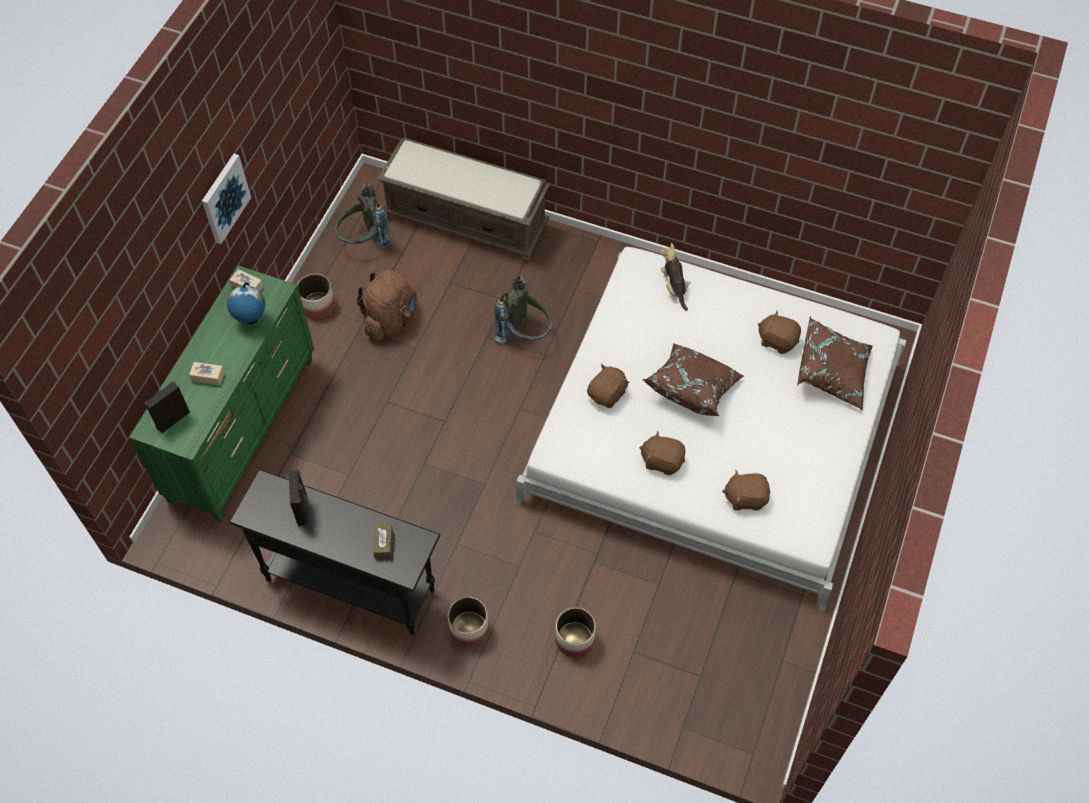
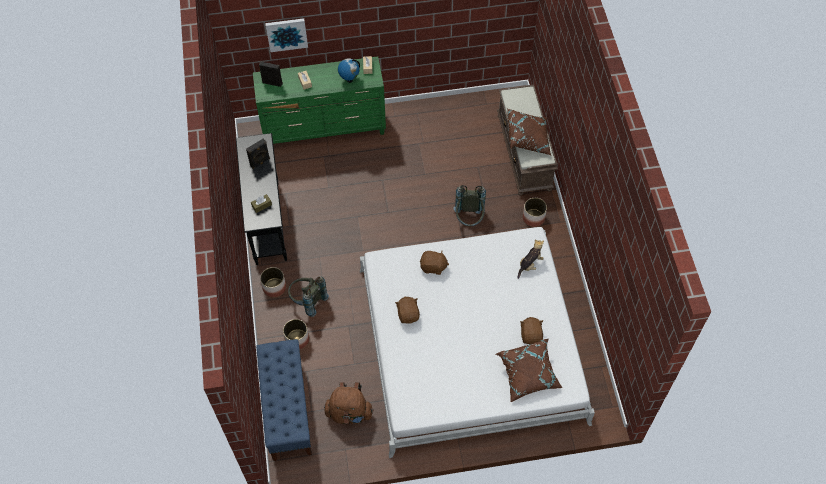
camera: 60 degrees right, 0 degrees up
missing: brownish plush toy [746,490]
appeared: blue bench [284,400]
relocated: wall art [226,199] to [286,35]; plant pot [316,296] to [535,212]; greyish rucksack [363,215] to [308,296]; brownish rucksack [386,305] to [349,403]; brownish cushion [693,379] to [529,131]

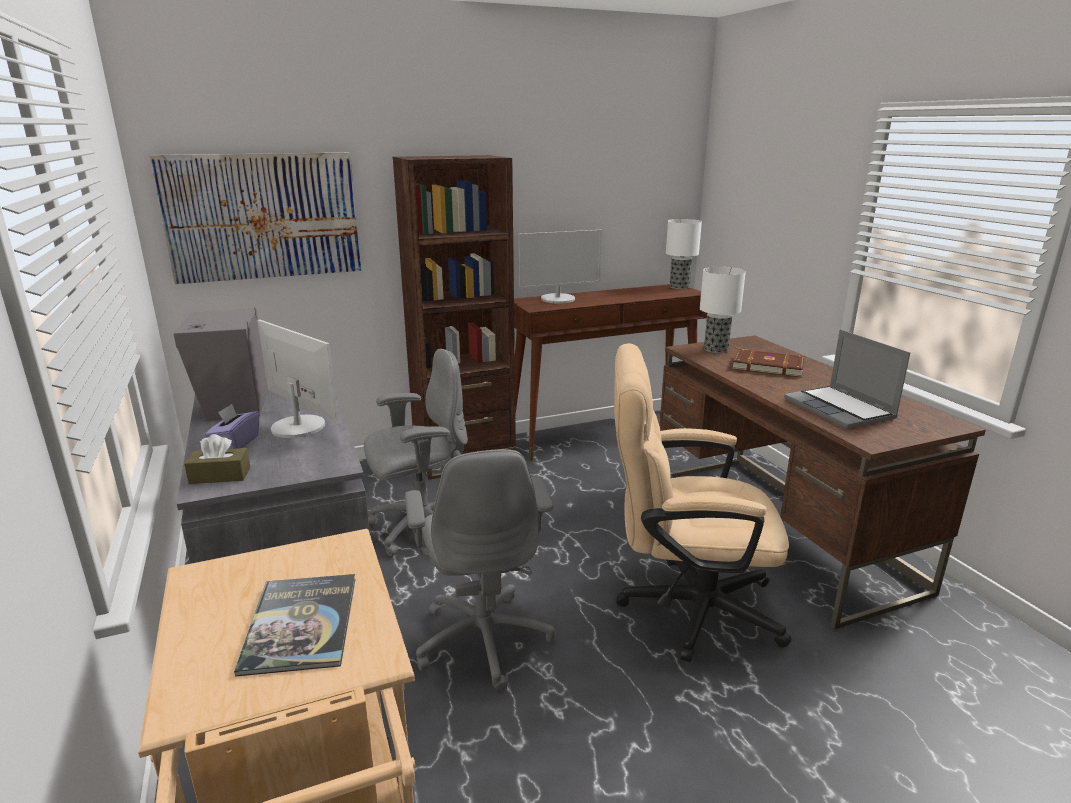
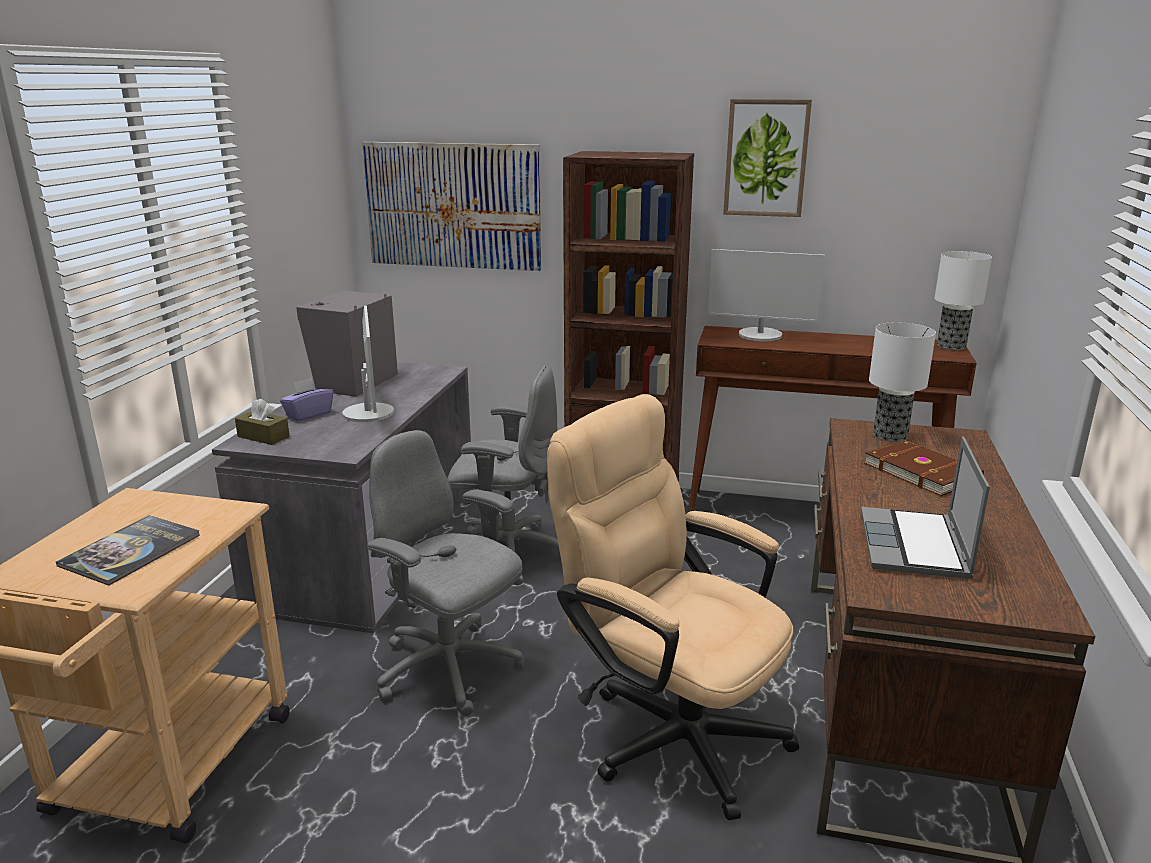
camera: 35 degrees right, 0 degrees up
appeared: wall art [767,158]
spun: greyish computer chair [480,570] = [445,573] 105 degrees clockwise

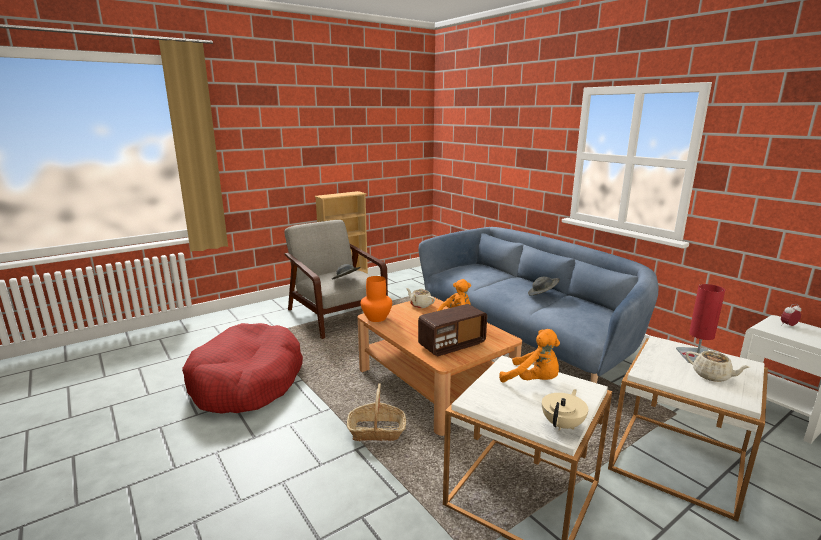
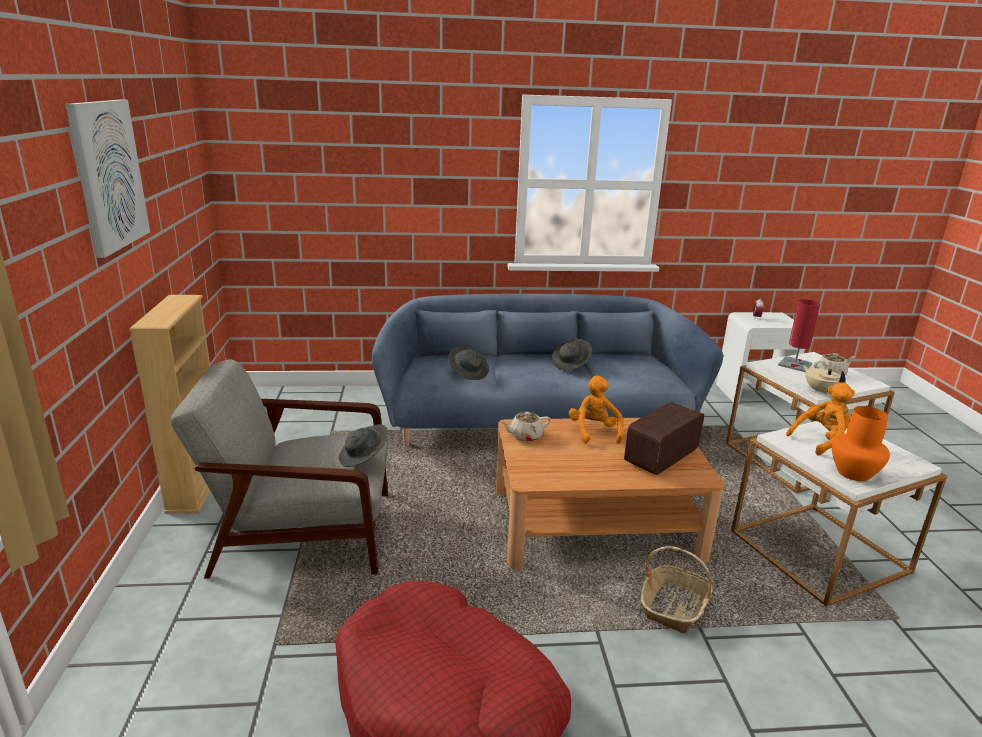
camera: 60 degrees left, 5 degrees up
appeared: wall art [107,178]; greyish wearable hat [468,363]
relocated: orange decorative vase [376,299] to [861,443]; beige pot for tea [565,410] to [824,380]
spun: radio receiver [452,330] = [664,438] 135 degrees counterclockwise

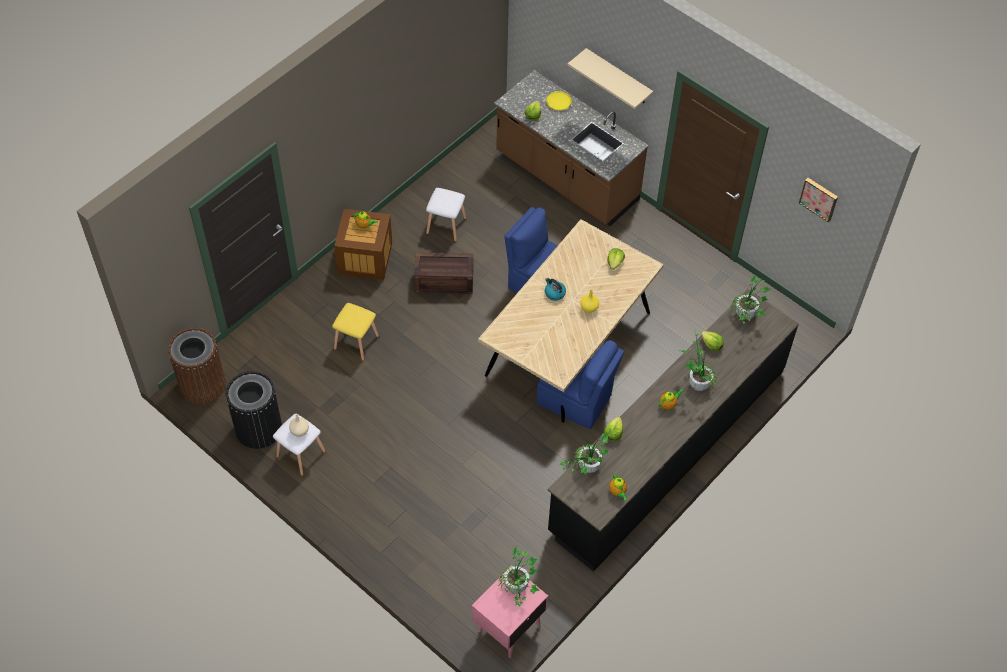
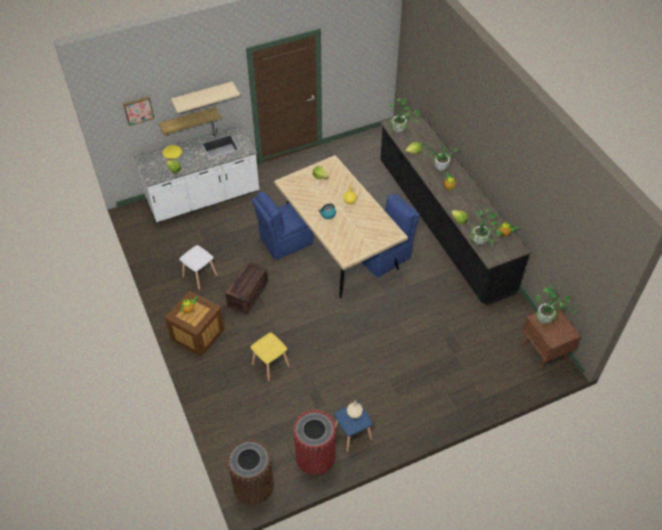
camera: 65 degrees left, 5 degrees down
appeared: shelf [189,121]
relocated: wall art [818,200] to [138,111]
colour: black-coloured trash can [254,410] to red-coloured trash can [314,442]; white stool seat [299,445] to blue stool seat [353,427]; pink-coloured bedside table [510,611] to brownish bedside table [551,338]; brownish counter [571,148] to white counter [196,172]

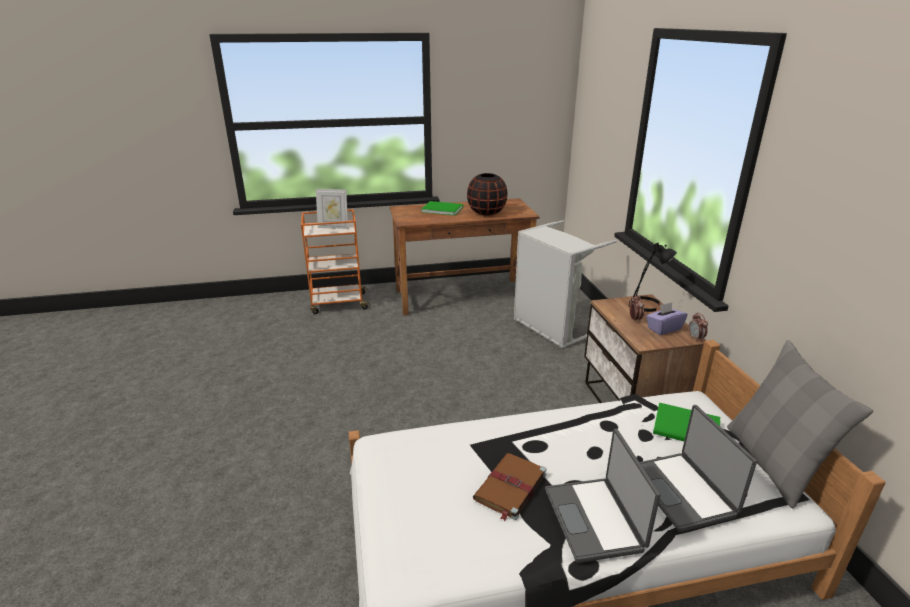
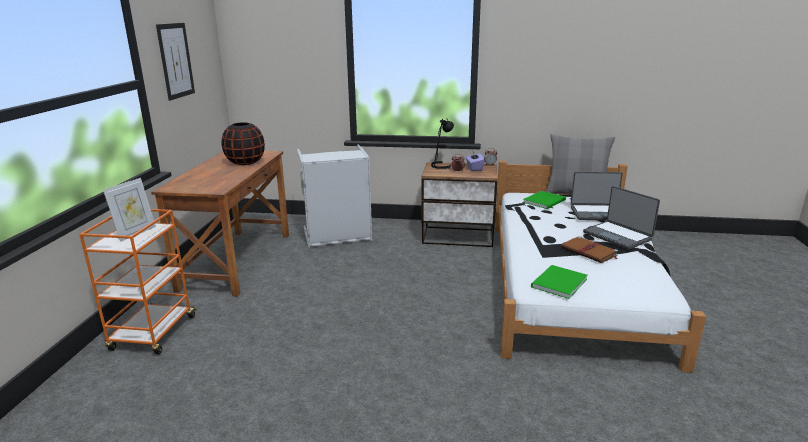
camera: 70 degrees left, 5 degrees down
appeared: wall art [175,62]
relocated: green-coloured volume [442,208] to [559,282]
spun: portable computer [602,496] = [621,218] 45 degrees clockwise

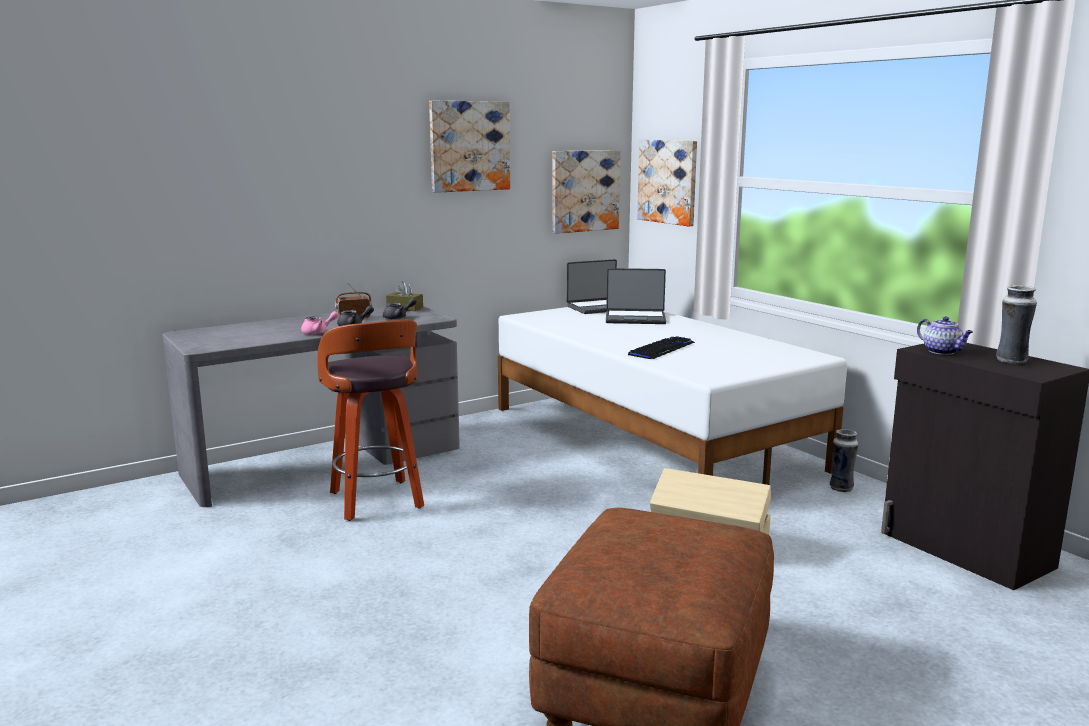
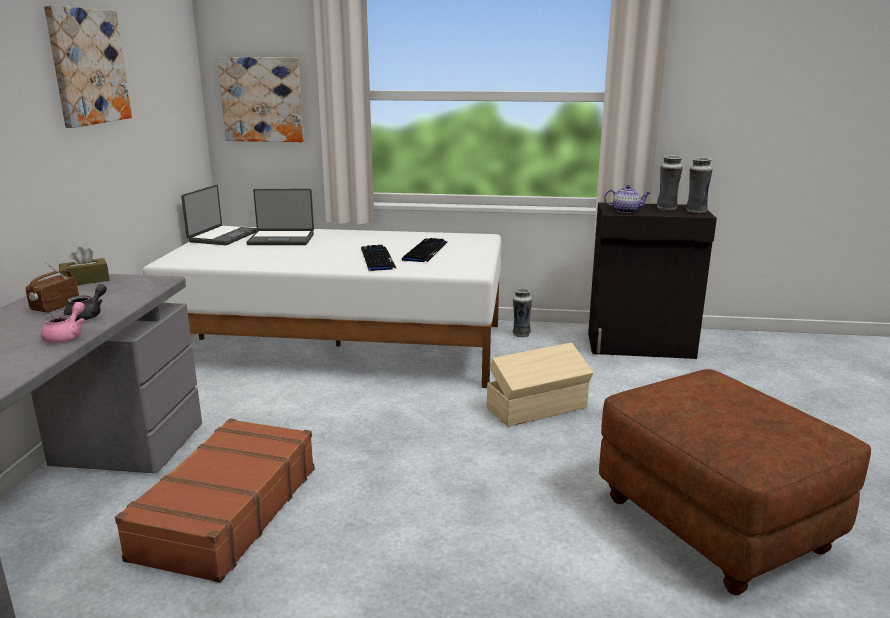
camera: 50 degrees left, 5 degrees up
missing: greyish pot for tea [400,308]; wall art [586,192]
appeared: PC keyboard [424,250]; decorative vase [699,185]
exchanged: stool seat [370,420] to brownish piece of luggage [215,500]
spun: portable computer [636,296] = [280,217] 45 degrees clockwise

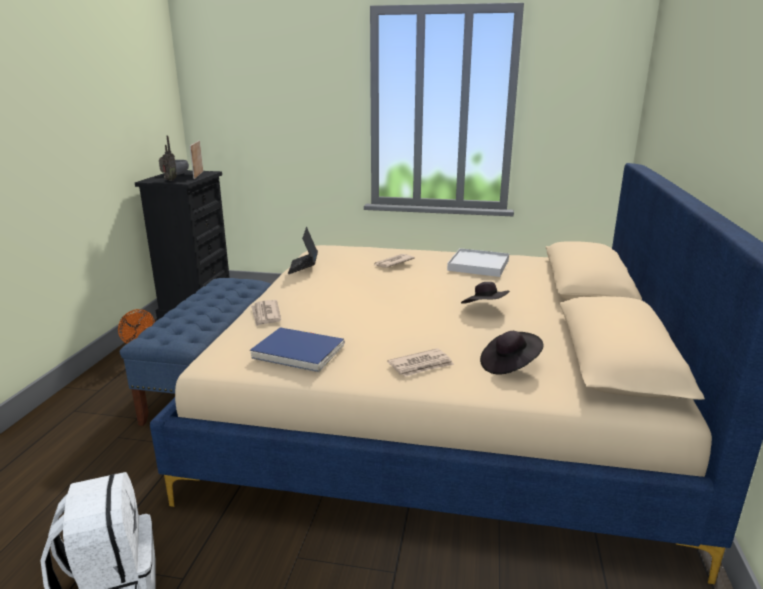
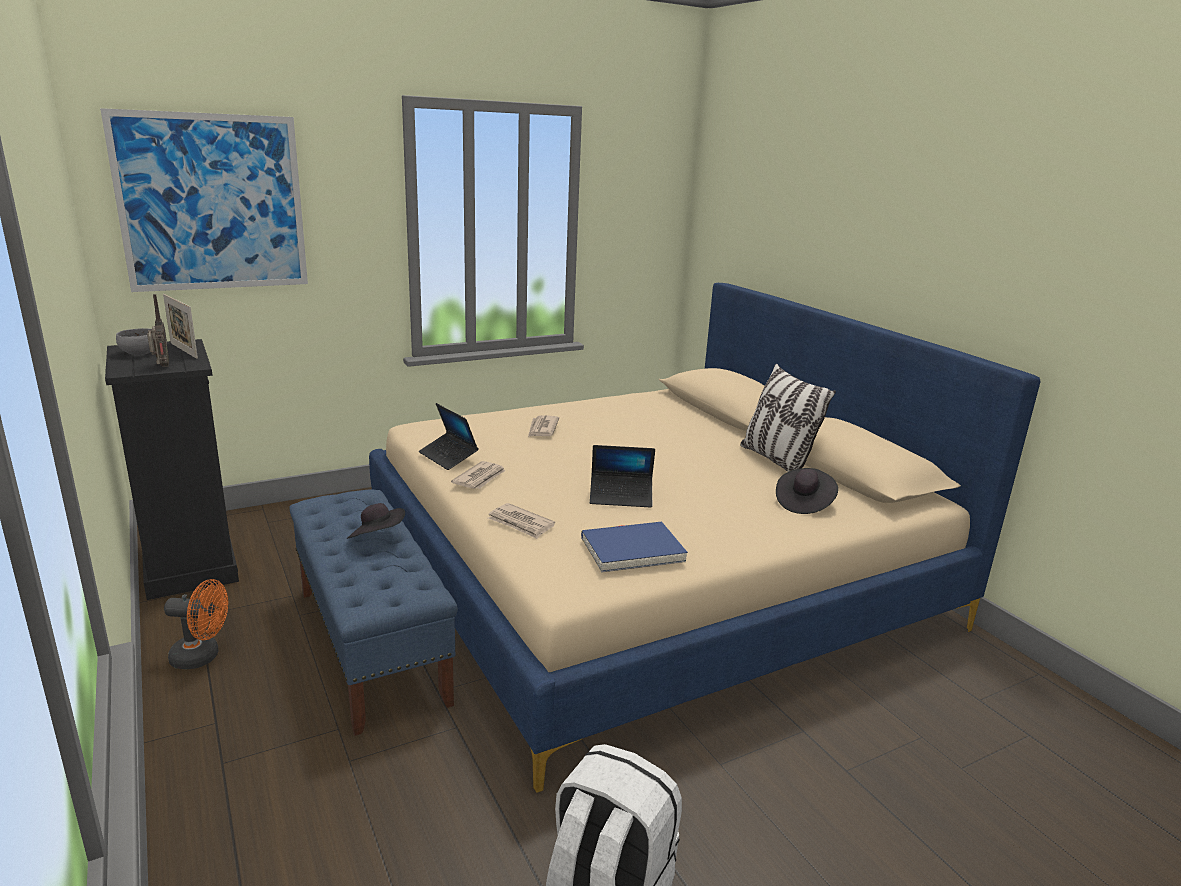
camera: 40 degrees left, 0 degrees up
missing: white serving tray [478,262]
appeared: wall art [204,200]; portable computer [622,476]; cushion [788,418]
relocated: newspaper [420,362] to [478,475]; black-coloured wearable hat [485,293] to [375,521]

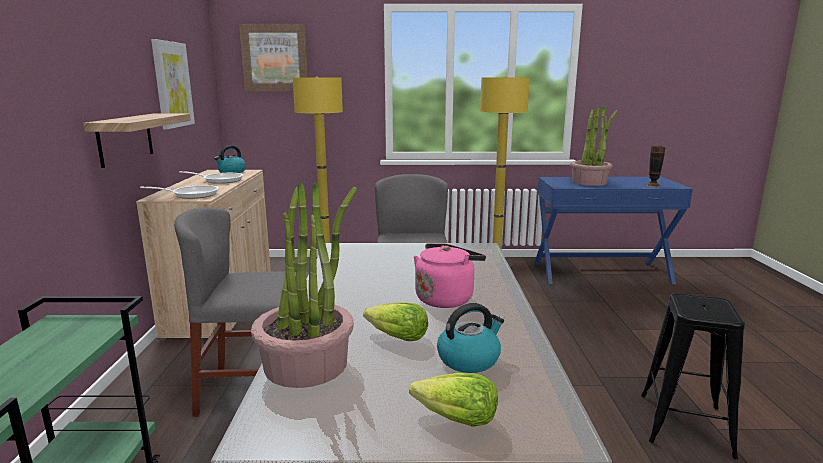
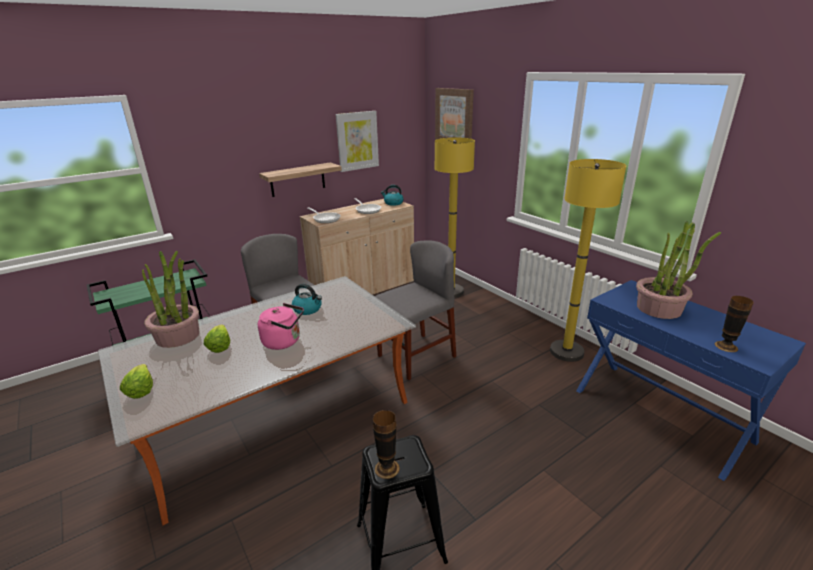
camera: 55 degrees right, 10 degrees up
appeared: decorative vase [386,444]
relocated: water kettle [470,338] to [307,299]

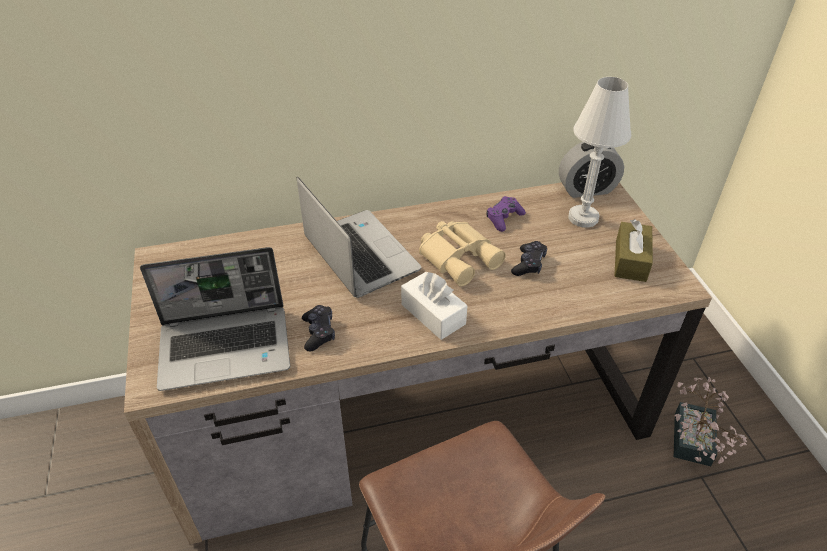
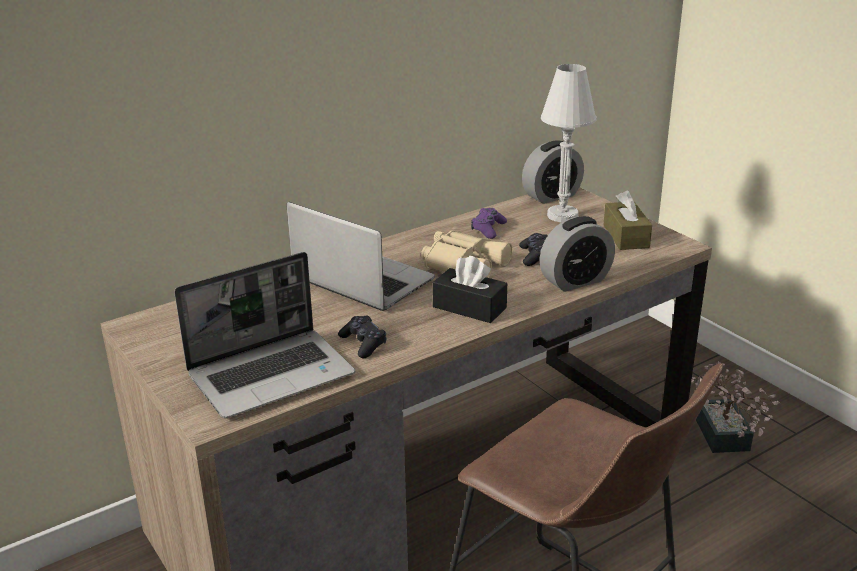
camera: 20 degrees left, 15 degrees down
appeared: alarm clock [577,254]
colour: white tissue box [434,305] to black-coloured tissue box [469,289]

